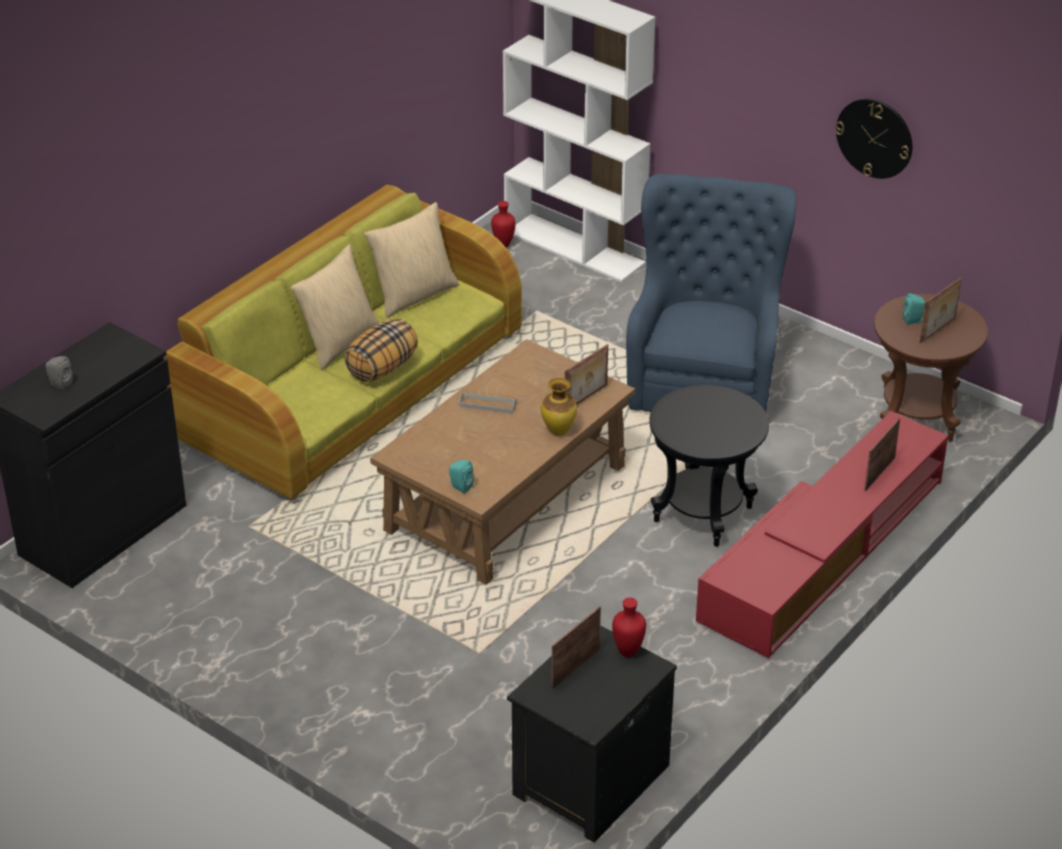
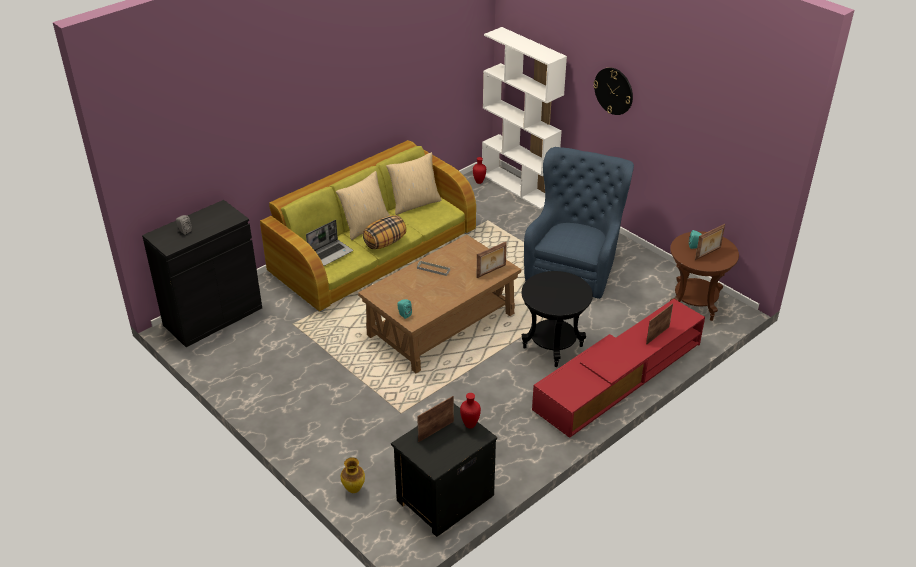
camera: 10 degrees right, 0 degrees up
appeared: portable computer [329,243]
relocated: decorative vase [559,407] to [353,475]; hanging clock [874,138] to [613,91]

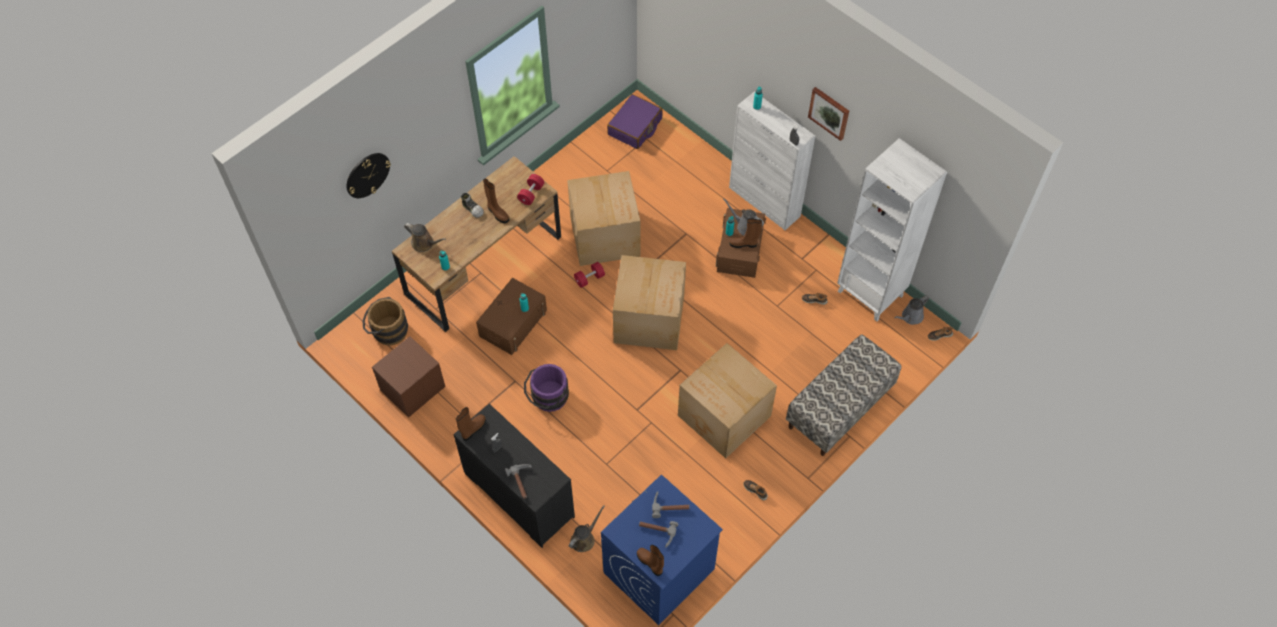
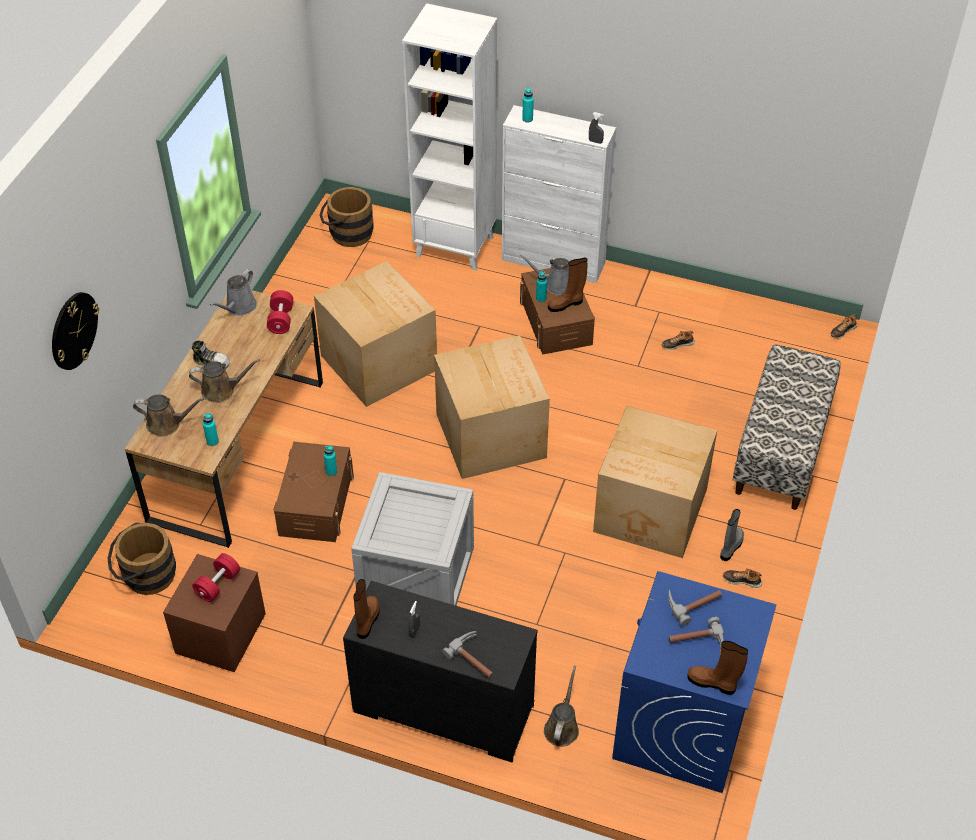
camera: 25 degrees left, 10 degrees down
missing: brownish boot [496,200]; wall art [828,114]
appeared: brownish sprinkling can [224,381]; greyish boot [732,535]
relocated: red-coloured hand weight [589,275] to [216,577]; white bookcase [892,229] to [449,137]; greyish sprinkling can [911,310] to [233,292]
exchanged: purple bucket [546,388] to shipping crate [412,539]; purple piece of luggage [635,121] to brownish bucket [347,217]

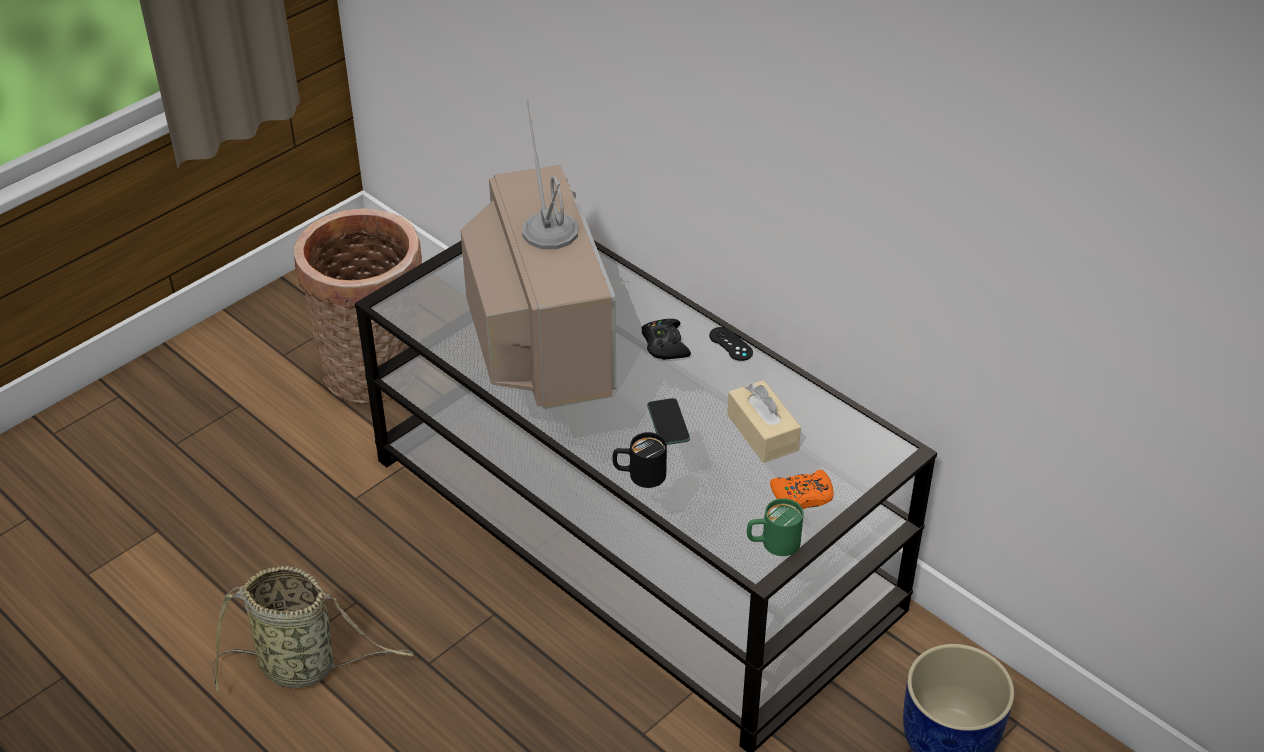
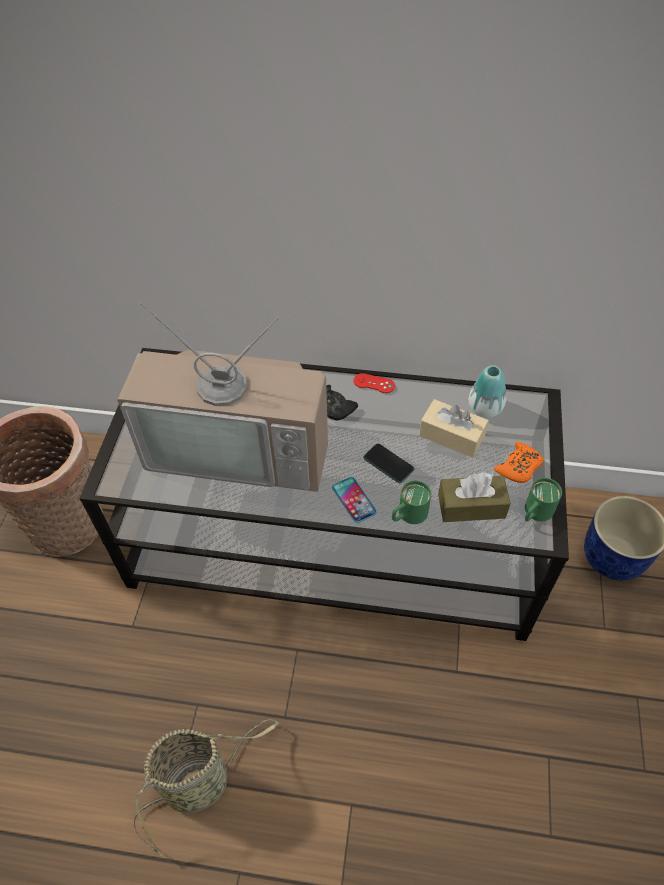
camera: 35 degrees left, 10 degrees up
appeared: phone [354,500]; brownish tissue box [474,497]; decorative vase [487,391]
colour: black-coloured tea mug [639,460] to green-coloured tea mug [411,502]; black-coloured gamepad [731,344] to red-coloured gamepad [374,383]
spun: TV [538,254] = [222,397] 150 degrees clockwise

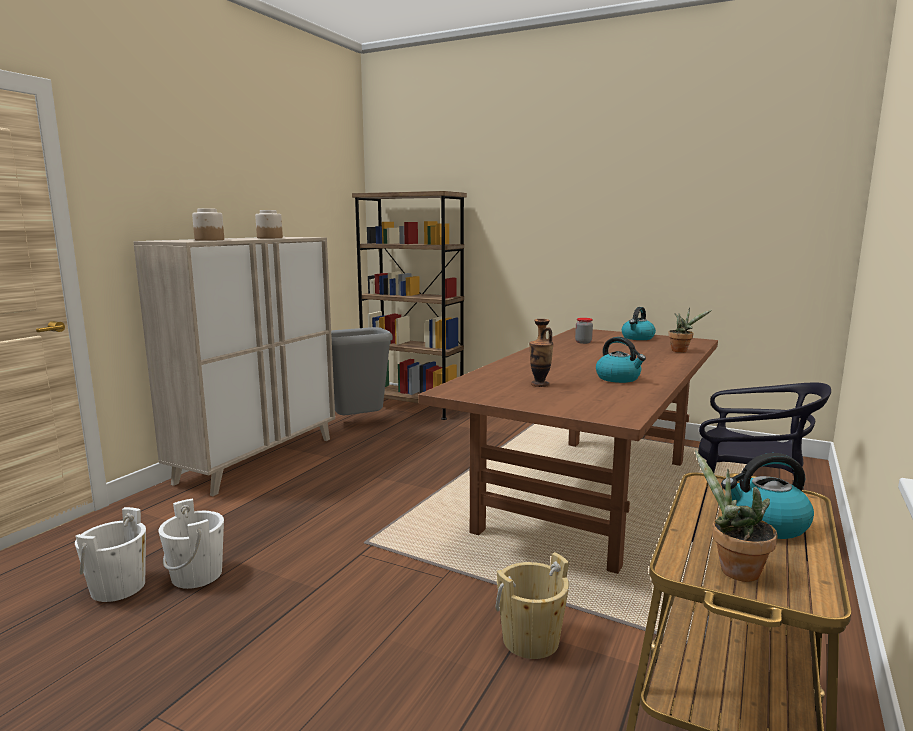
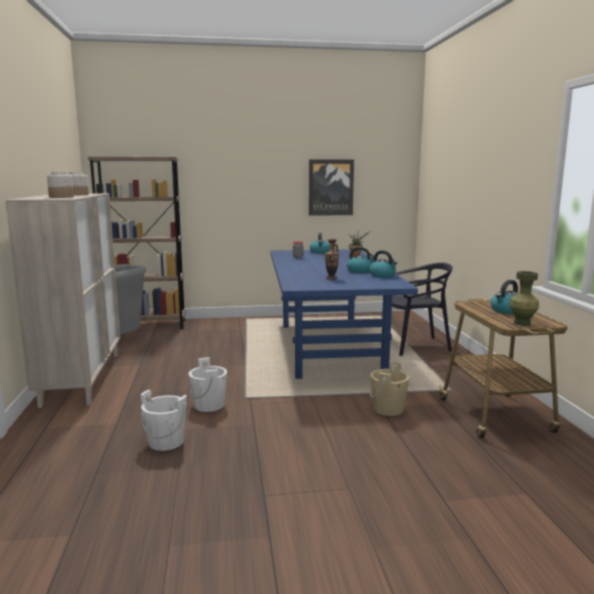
camera: 35 degrees left, 0 degrees up
appeared: wall art [331,187]; water kettle [383,264]
relocated: white bucket [110,554] to [208,384]
exchanged: potted plant [736,516] to green-coloured decorative vase [524,298]
colour: brownish kitchen table [568,451] to blue kitchen table [344,314]

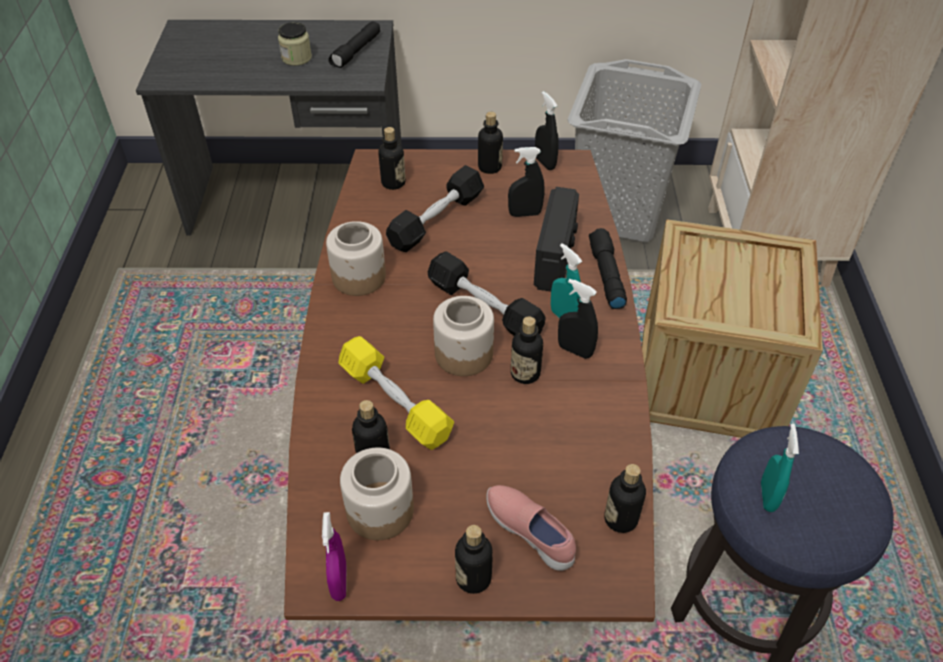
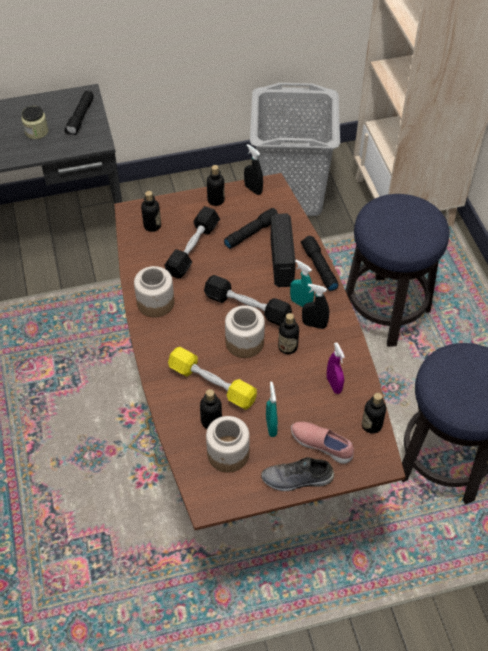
camera: 15 degrees left, 5 degrees up
relocated: purple spray bottle [334,556] to [336,368]; blue-green spray bottle [780,468] to [272,409]
exchanged: beverage bottle [474,559] to greyish item of footwear [297,474]; black-coloured spray bottle [526,182] to black-coloured flashlight [251,228]; shipping crate [732,328] to stool seat [397,270]

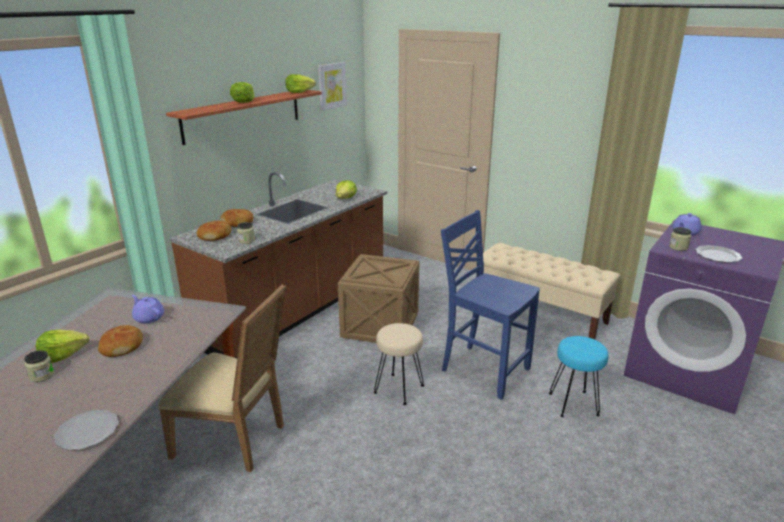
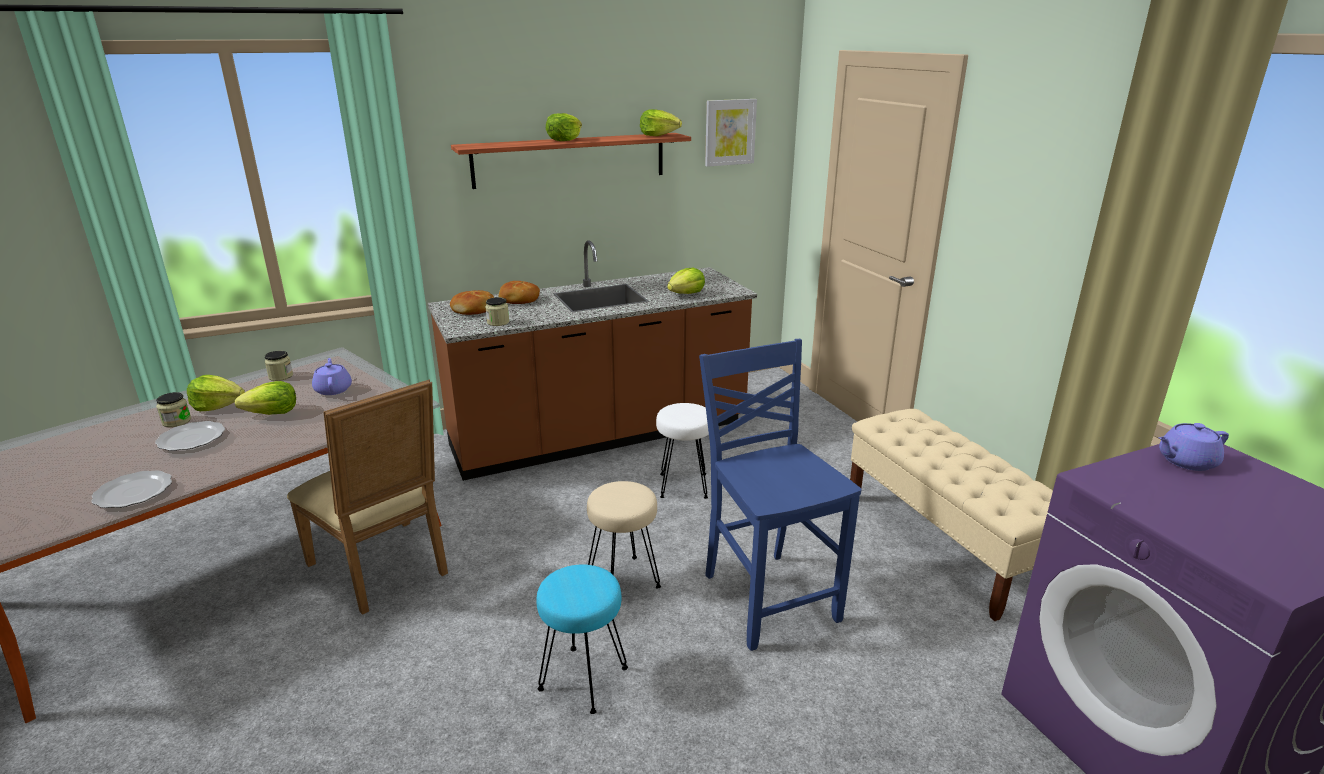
camera: 30 degrees right, 0 degrees up
relocated: blue-green stool seat [578,376] to [582,639]; preserve jar [680,239] to [279,366]; flat dish [718,254] to [190,436]
exchanged: bread [120,341] to lettuce head [265,398]; shipping crate [379,298] to white stool seat [682,451]

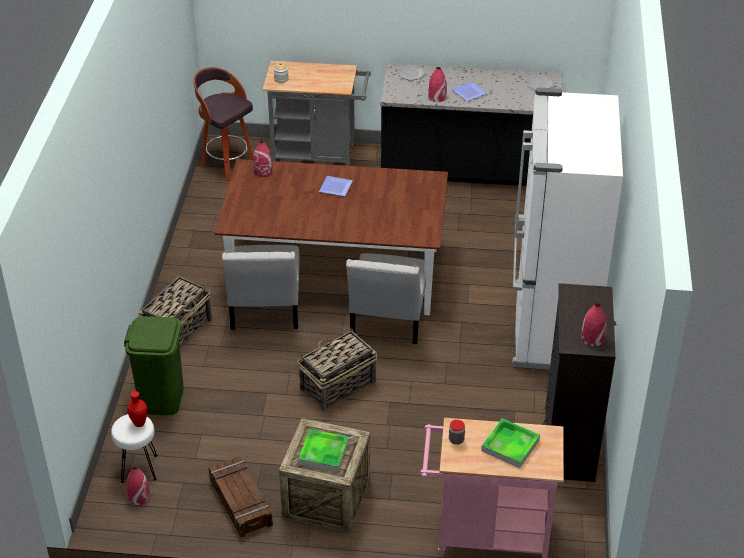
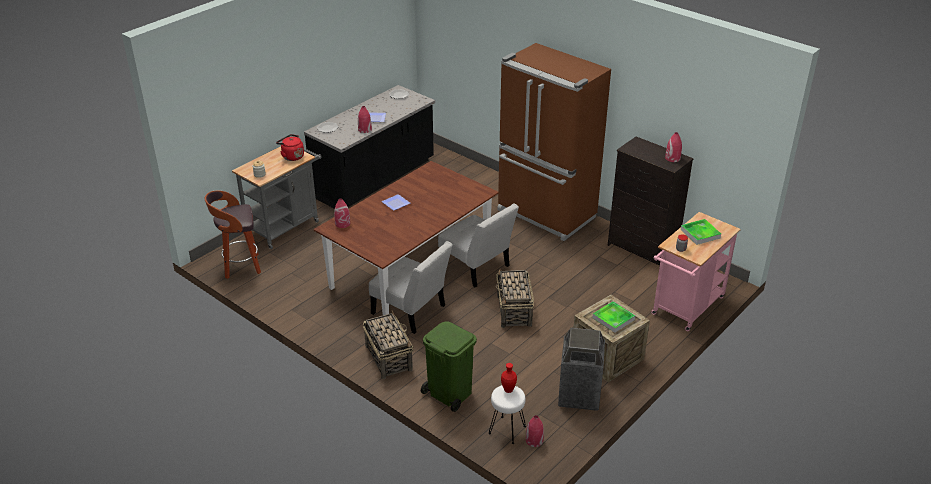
camera: 55 degrees left, 5 degrees down
appeared: red-coloured water kettle [290,147]
exchanged: shipping crate [240,496] to trash can [581,369]
colour: white kitchen fridge [567,228] to brownish kitchen fridge [554,142]

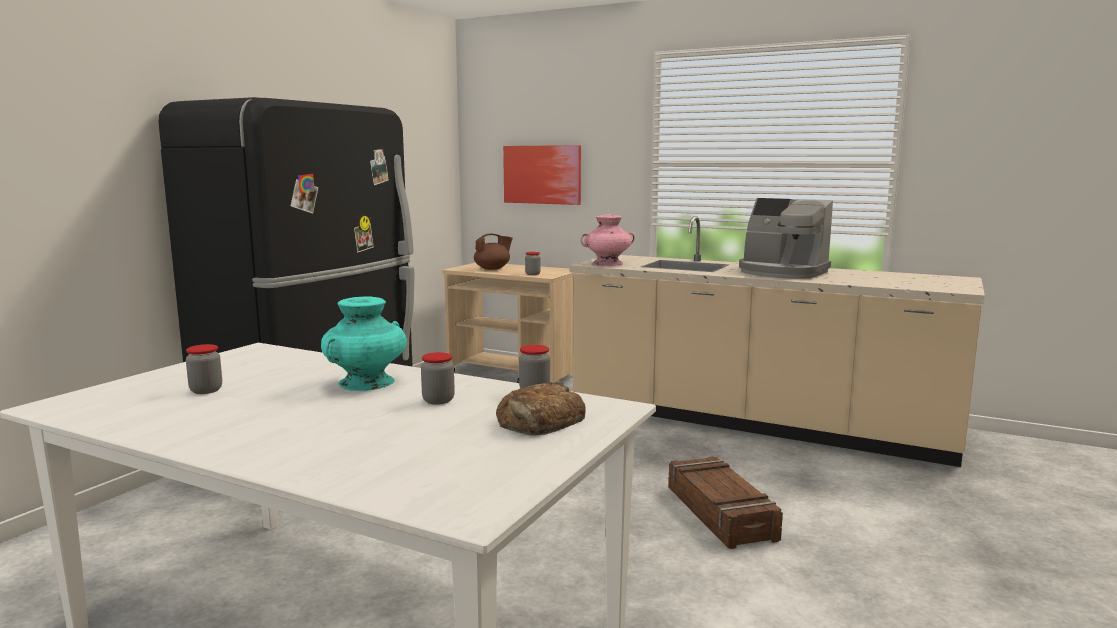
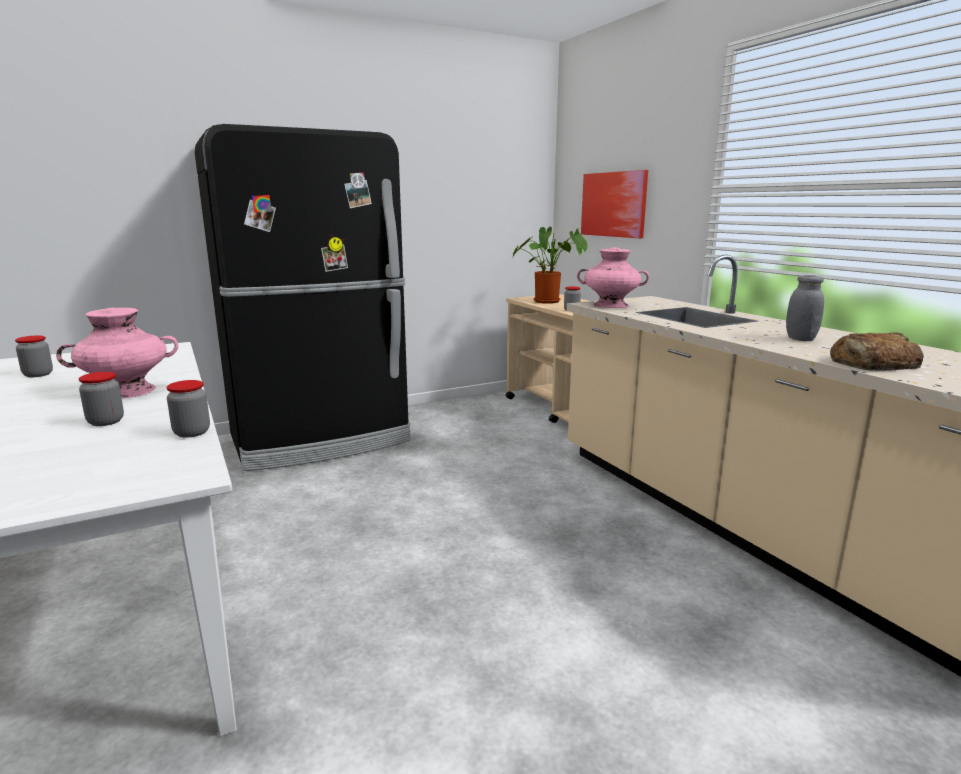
camera: 35 degrees right, 5 degrees up
missing: shipping crate [725,502]
relocated: bread [541,409] to [877,351]
exchanged: brownish pot for tea [493,252] to potted plant [550,265]; coffee machine [786,238] to greyish preserve jar [805,308]
colour: blue-green decorative vase [364,343] to pink-coloured decorative vase [117,353]

